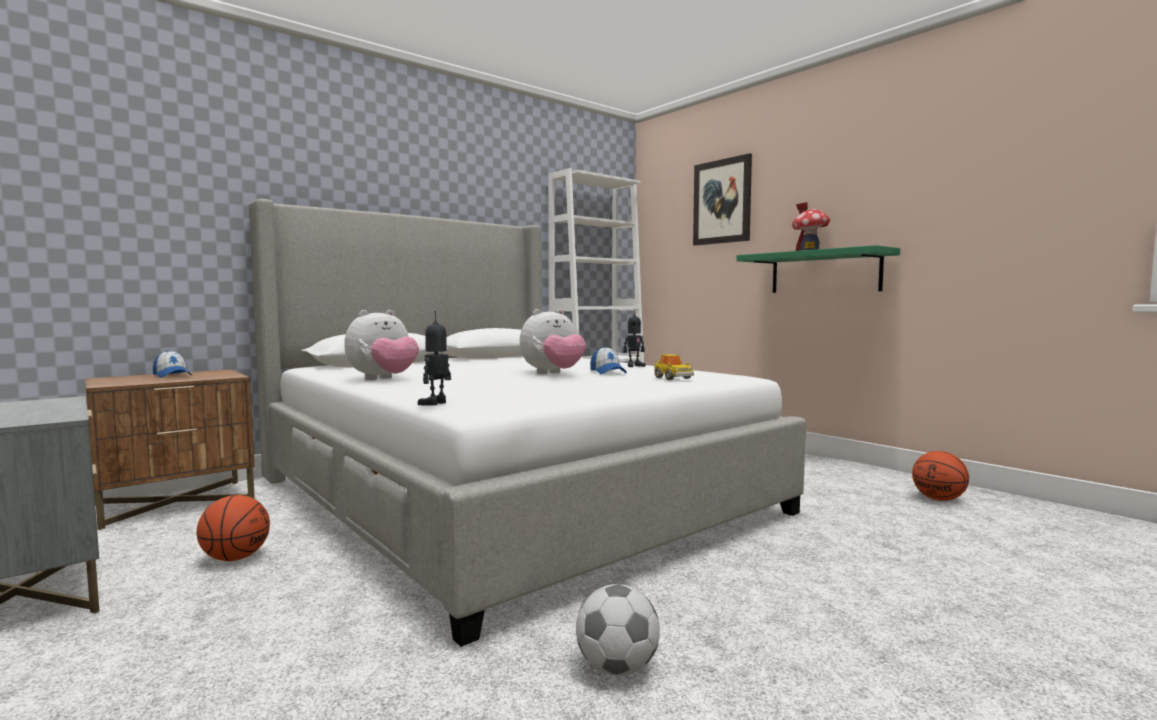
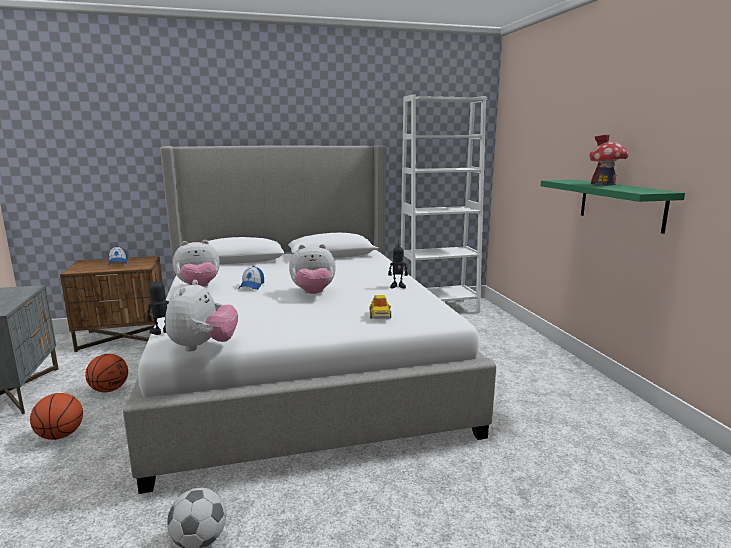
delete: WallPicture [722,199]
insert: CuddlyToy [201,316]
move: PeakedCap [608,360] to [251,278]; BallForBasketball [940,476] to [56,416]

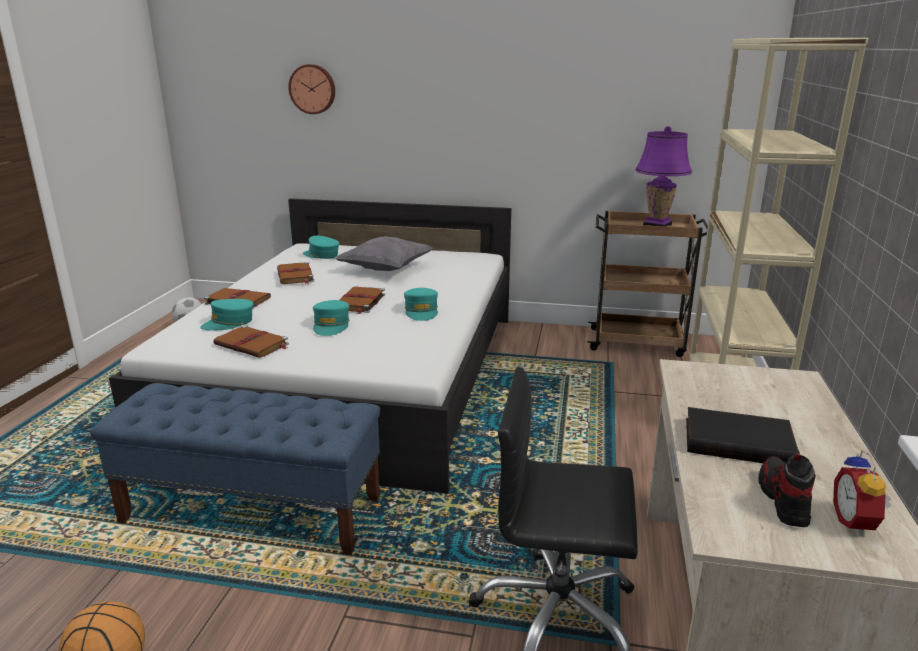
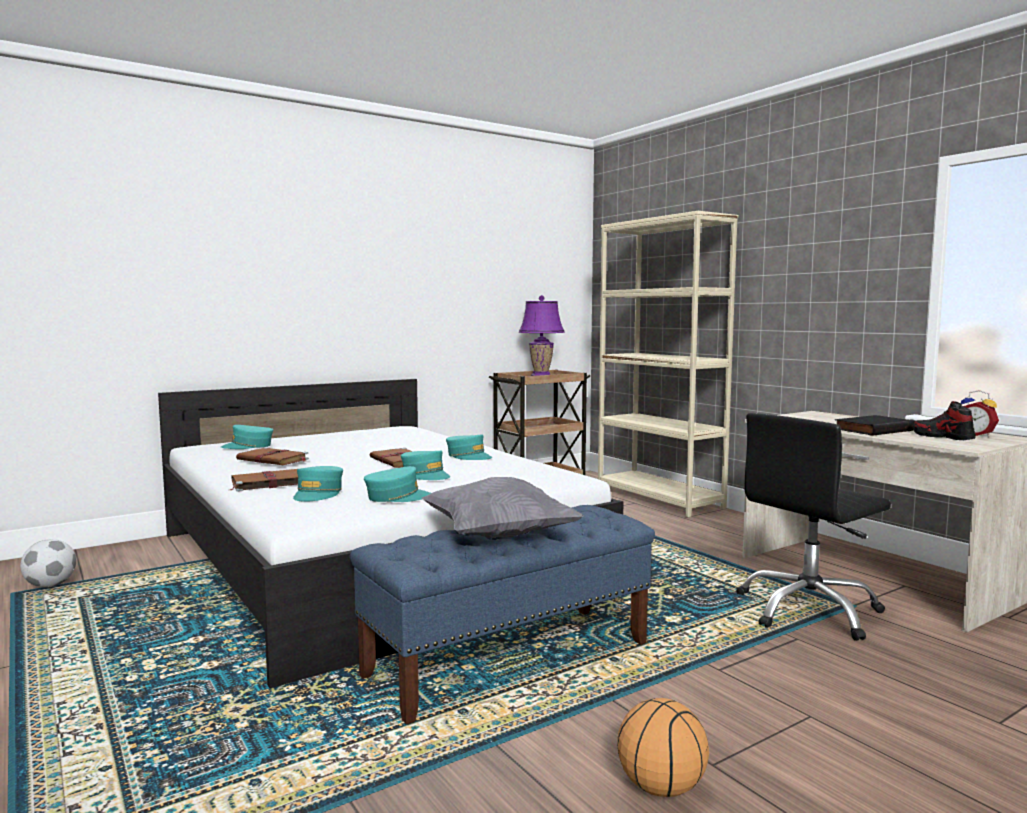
delete: ClockOnTheWall [311,89]
move: GreyishPillow [384,253] to [502,507]
replace: BrownColouredVolume [251,341] to TurquoisePeakedCap [397,484]

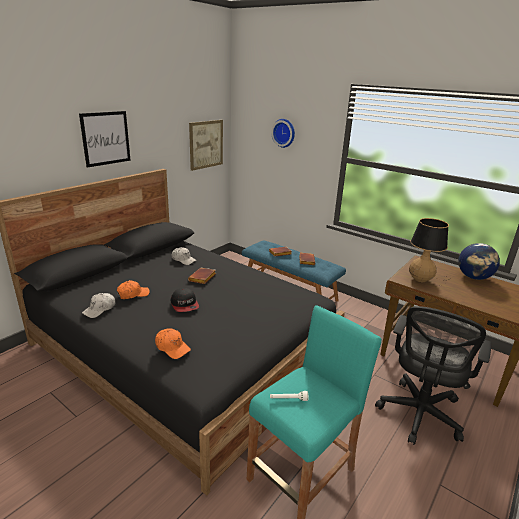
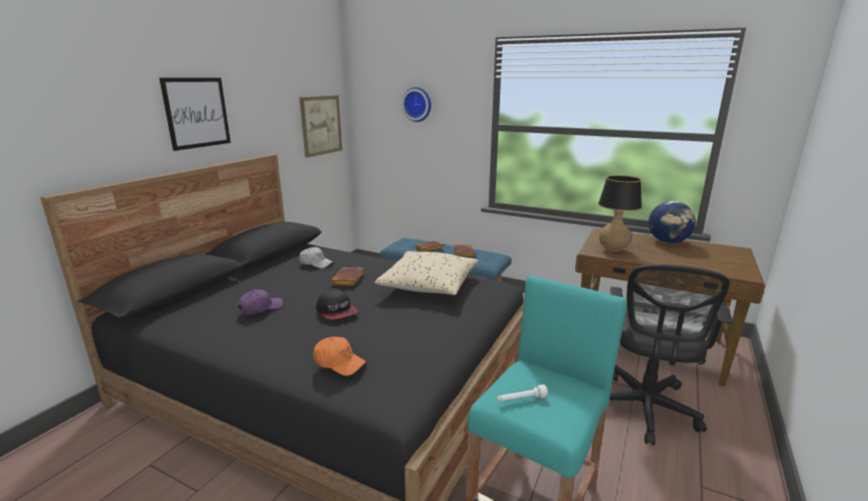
delete: WhiteColouredPeakedCap [98,305]
insert: BeigePillow [426,273]
recolor: OrangeyPeakedCap [133,289] to PurpleColouredPeakedCap [260,302]

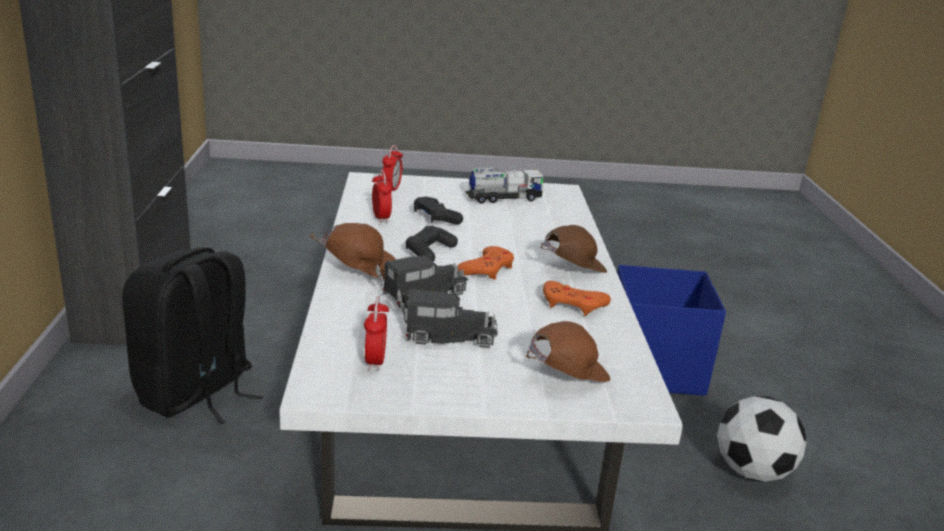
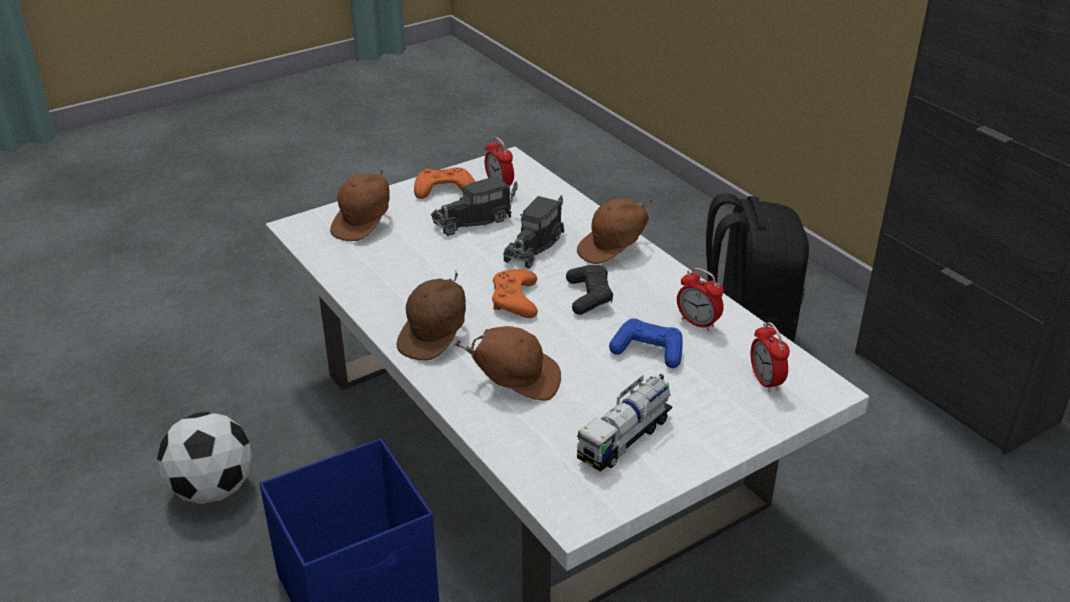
insert: BrownColouredPeakedCap [507,363]
move: OrangeyJoypad [577,298] to [444,183]
recolor: BlackJoypad [438,211] to BluishJoypad [645,343]

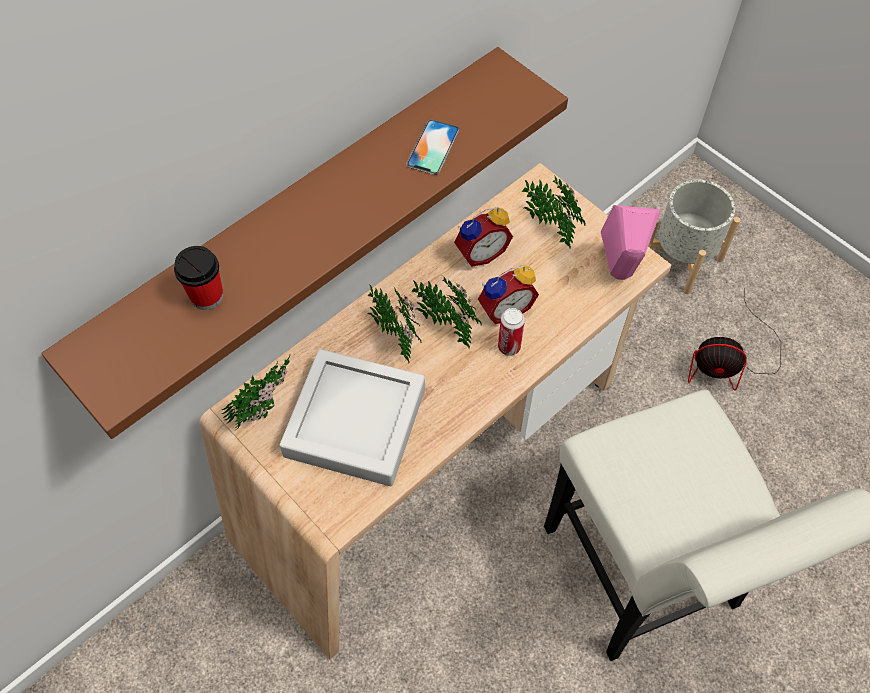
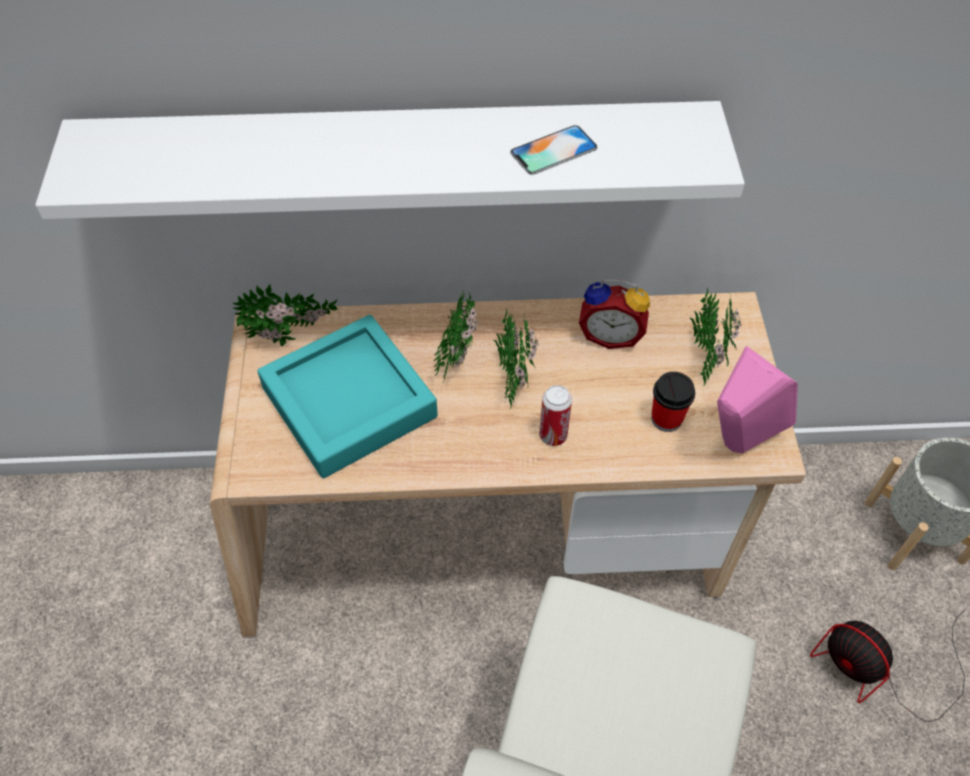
delete: AlarmClock [508,294]
move: DrinkingCup [198,278] to [673,402]
recolor: BrownColouredBracketShelf [304,243] to WhiteColouredBracketShelf [390,160]; GreyishTray [352,417] to TurquoiseTray [347,396]

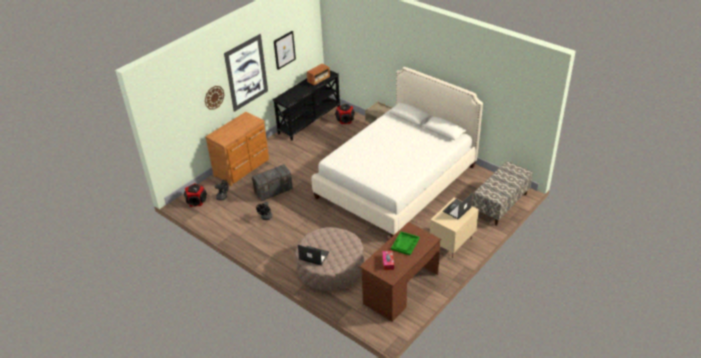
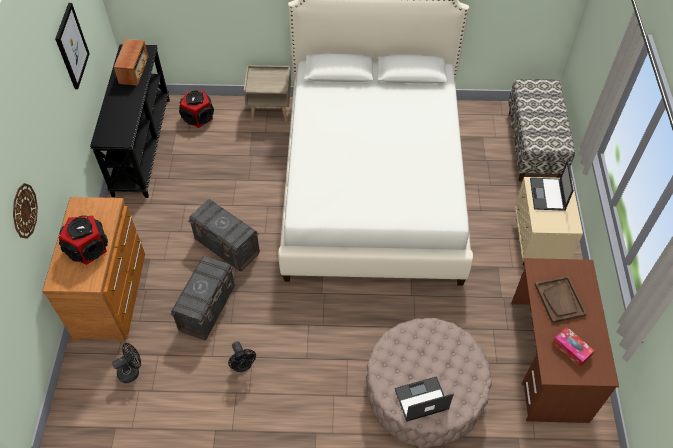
delete: WallPicture [246,73]
insert: GreyishStorageBin [224,235]
move: AudioSpeaker [195,195] to [83,240]
recolor: GreenishTray [405,243] to BrownColouredTray [561,299]

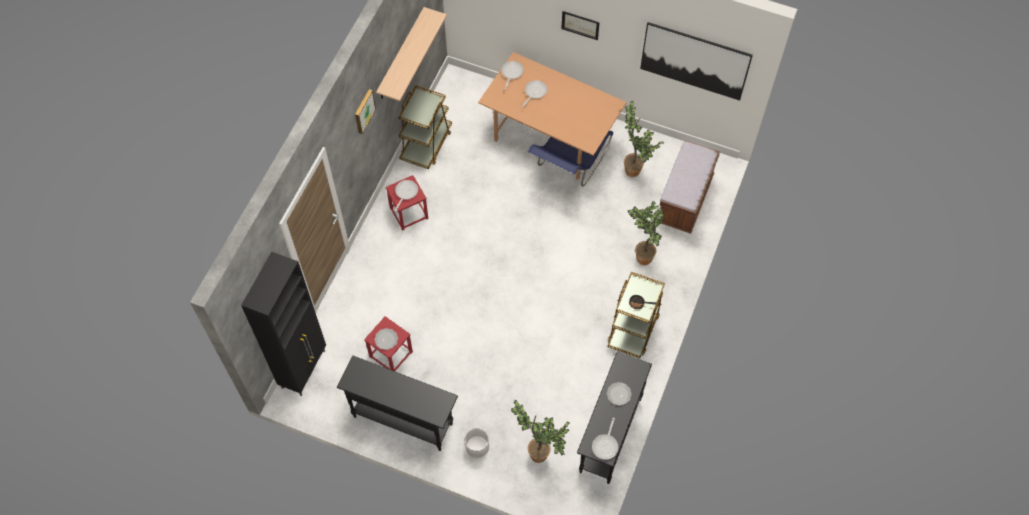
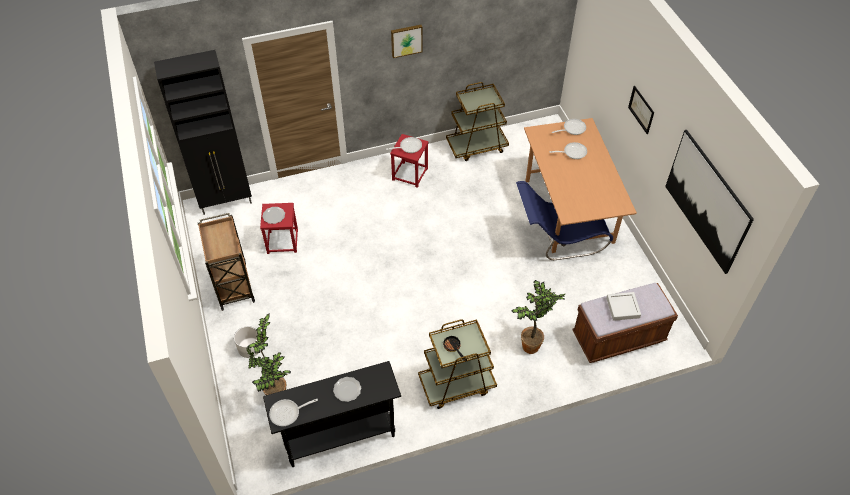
delete: BracketShelf [411,54]; Houseplant [644,139]
insert: GreyishTray [623,306]
replace: BlackHallTable [397,403] to BrownColouredTrolley [226,262]

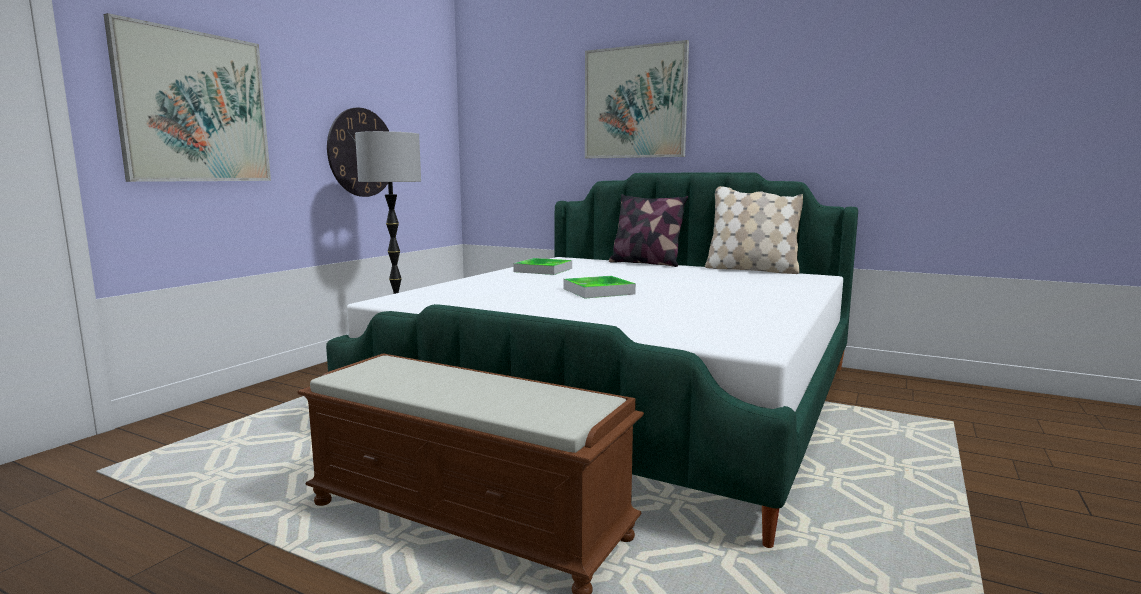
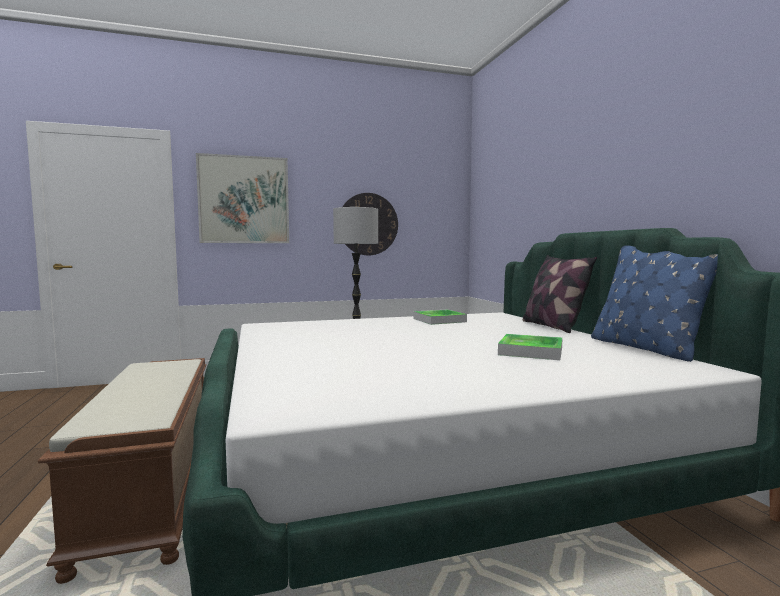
delete: WallPicture [637,99]
move: Tray [600,287] to [530,347]
recolor: BeigePillow [754,230] to BluishPillow [654,303]

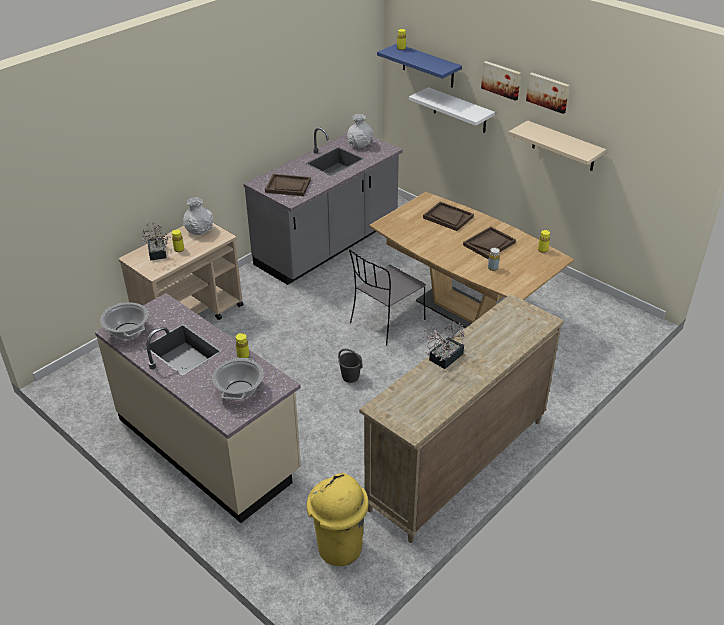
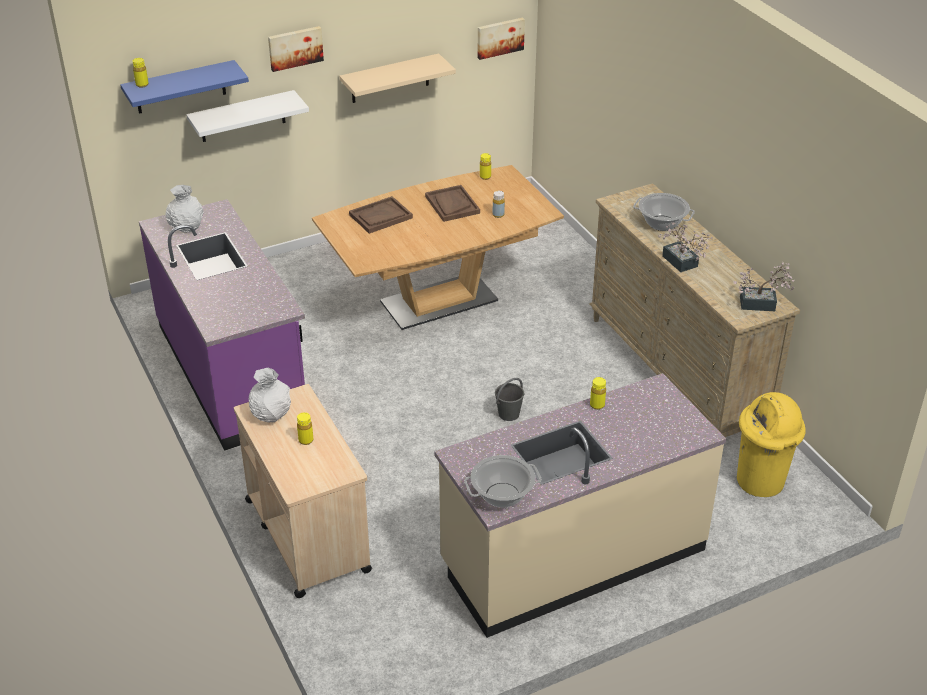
delete: BrownColouredTray [288,185]; GreyishPlainChair [387,297]
move: WallPicture [548,93] to [501,39]; Houseplant [156,241] to [763,286]; Saucepot [238,379] to [664,212]
recolor: GreyishCounter [323,206] to PurpleColouredCounter [222,325]

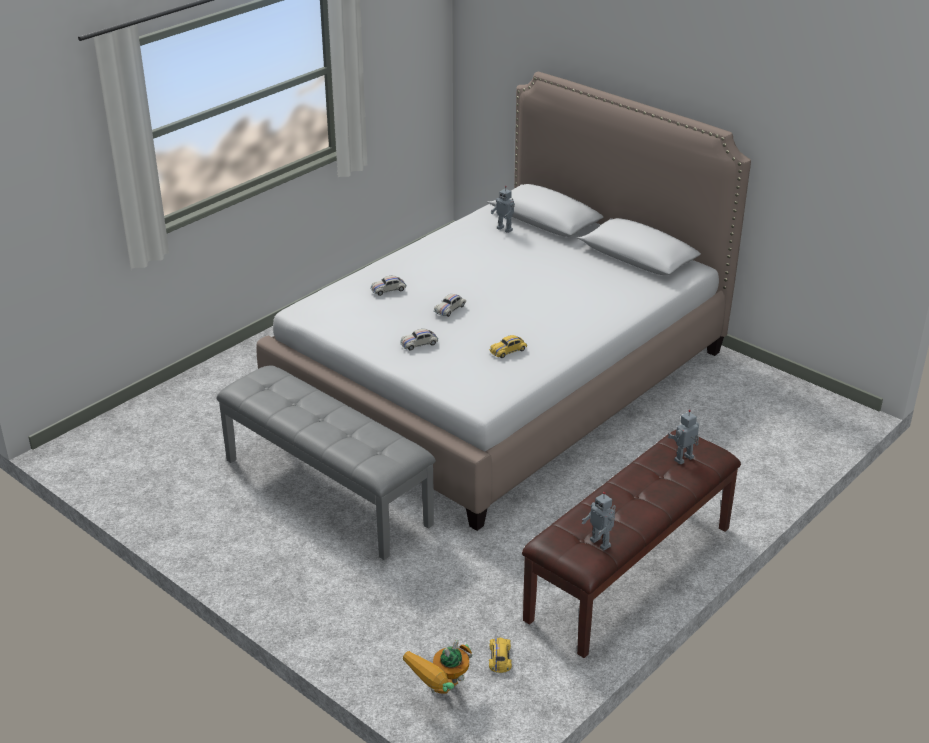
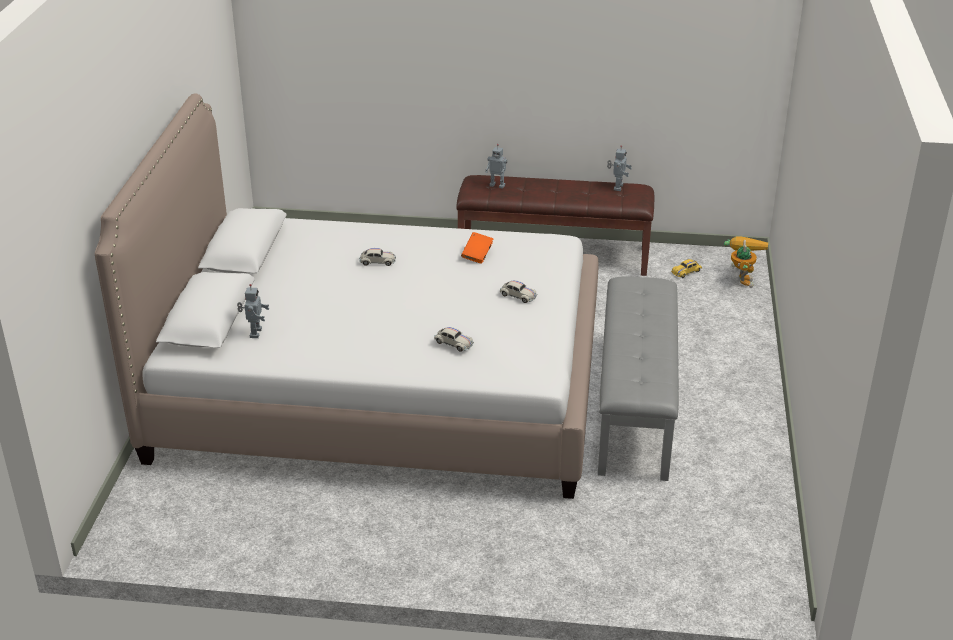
move: WhiteColouredToyCar [450,305] to [377,257]
replace: YellowToyCar [508,346] to OrangeyVolume [477,248]
rotate: ModelRobot [437,667] = [746,262] 90 degrees counterclockwise

